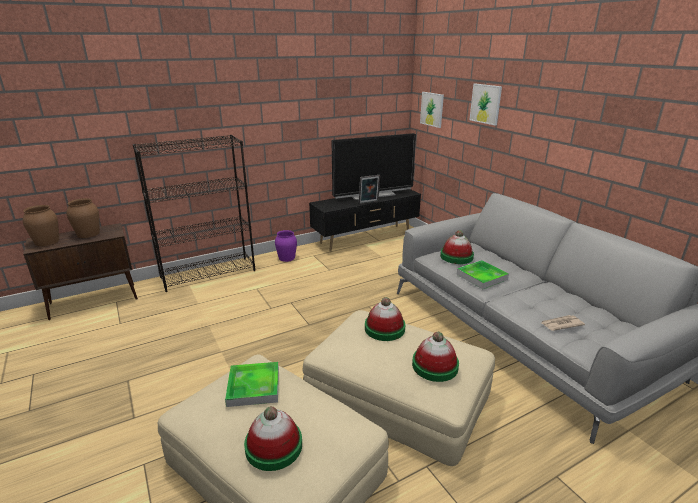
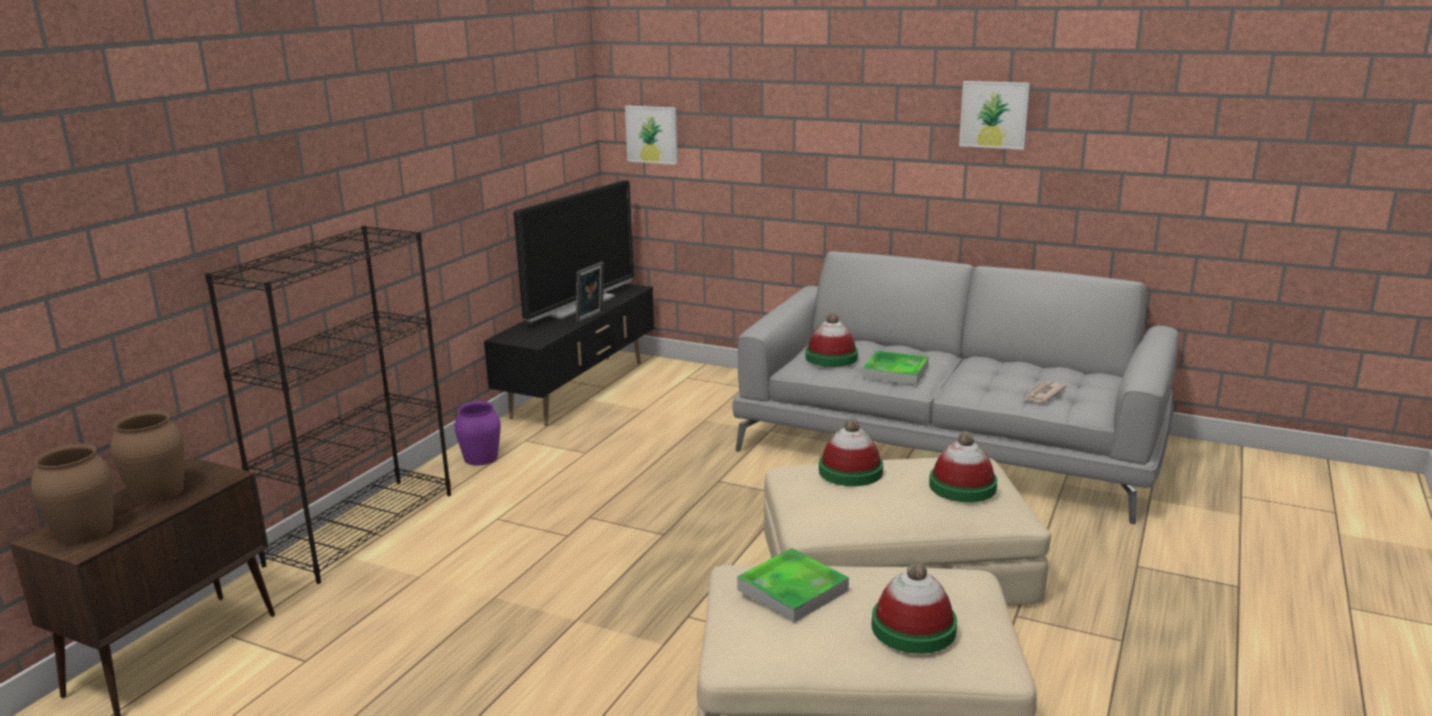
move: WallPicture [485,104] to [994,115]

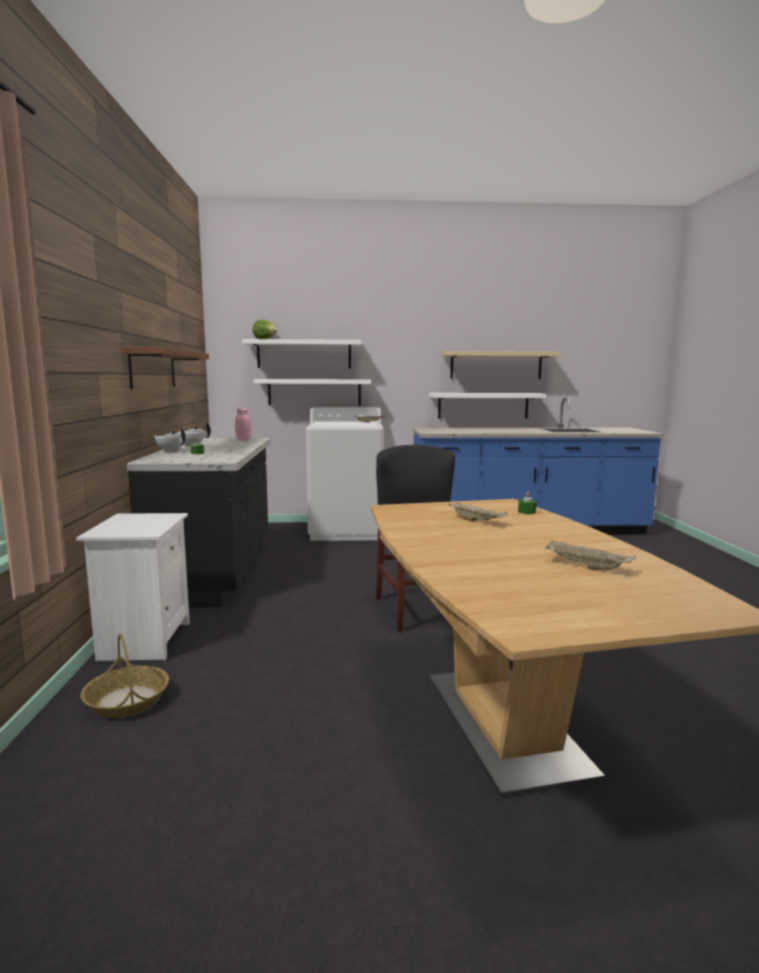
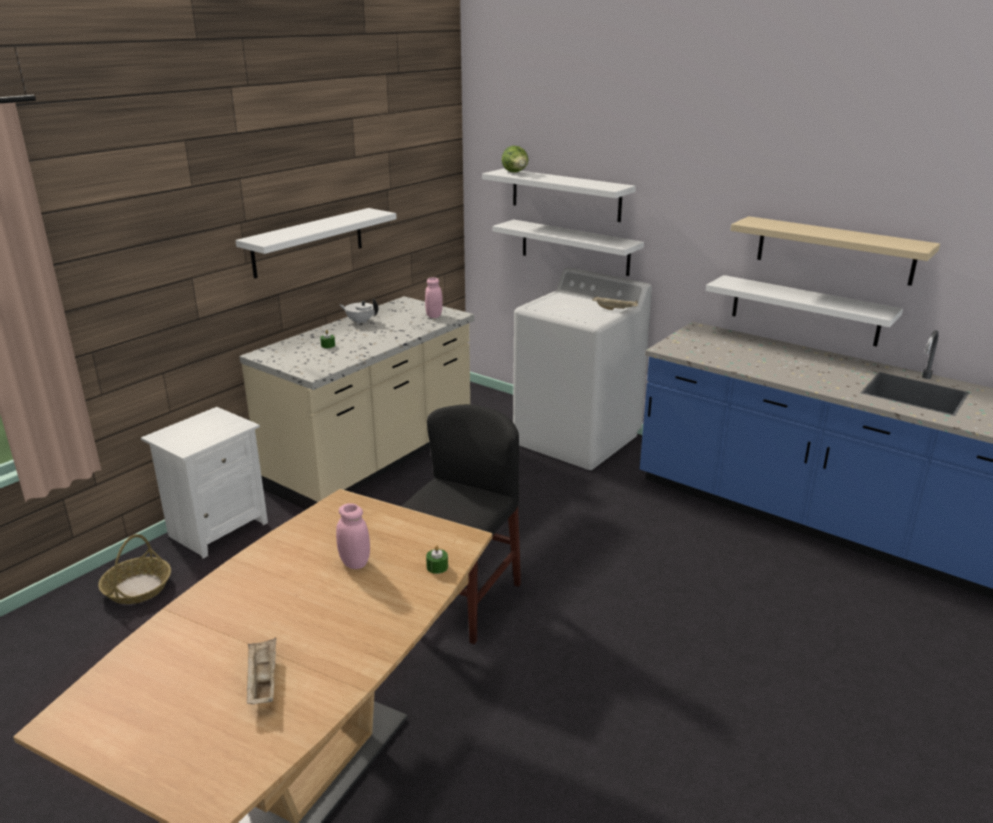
delete: WhiteColouredTeaPot [170,439]
replace: BeigeTray [477,511] to PinkColouredPreserveJar [353,536]
recolor: BrownColouredBracketShelf [165,368] to WhiteColouredBracketShelf [316,243]; BlackCounter [199,523] to BeigeCounter [356,403]

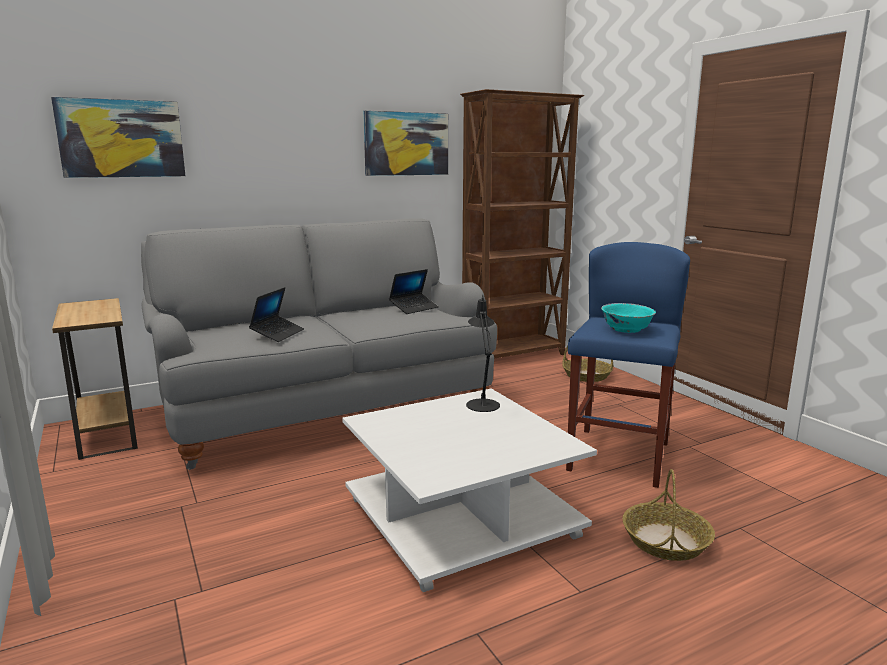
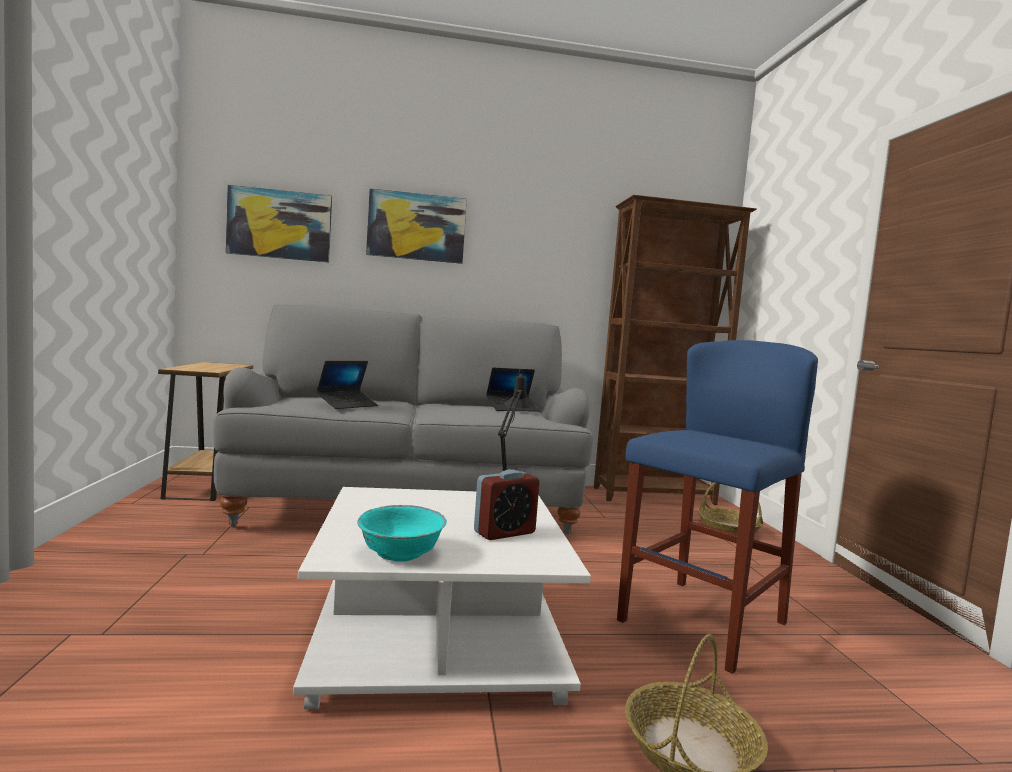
insert: AlarmClock [507,504]
move: WallPicture [405,143] to [416,226]; TurquoiseDeepDish [628,318] to [402,533]

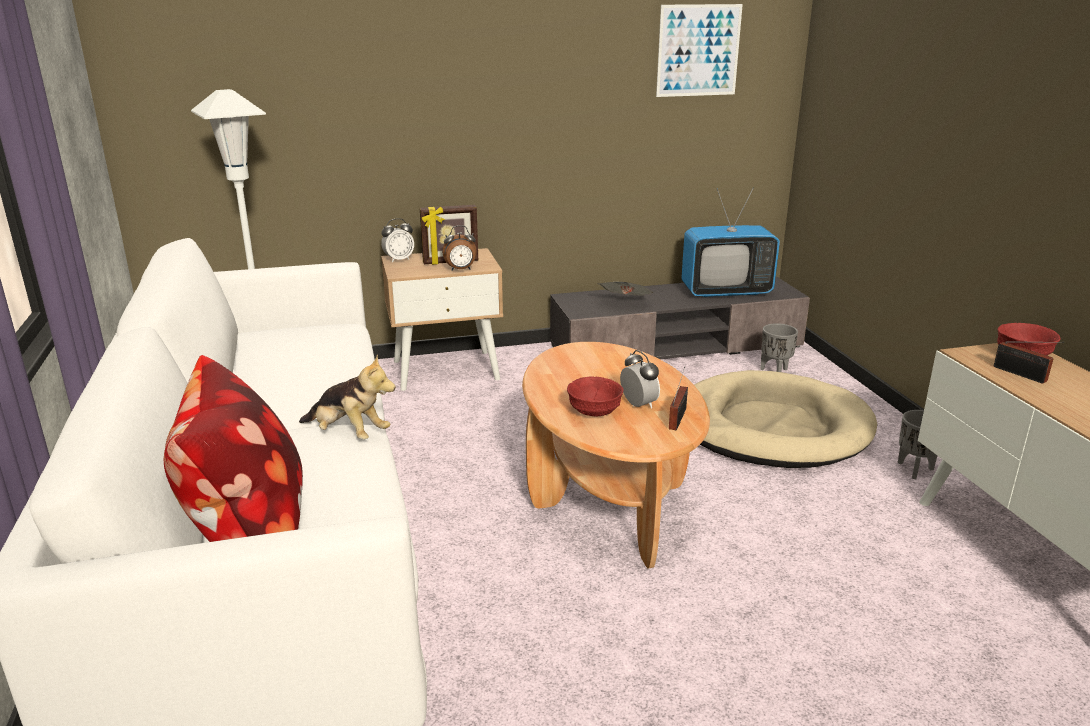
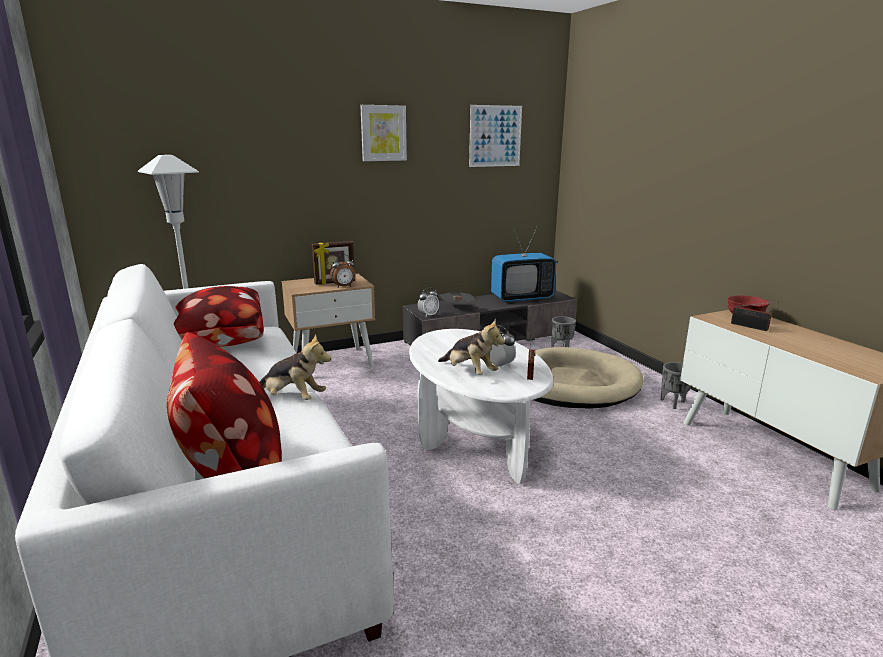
insert: WallPicture [383,133]; Pillow [219,316]
move: AlarmClock [397,240] to [428,302]
replace: ReddishDeepDish [595,397] to CuddlyToy [471,346]
recolor: BrownColouredLoungeTable [616,455] to WhiteColouredLoungeTable [481,406]

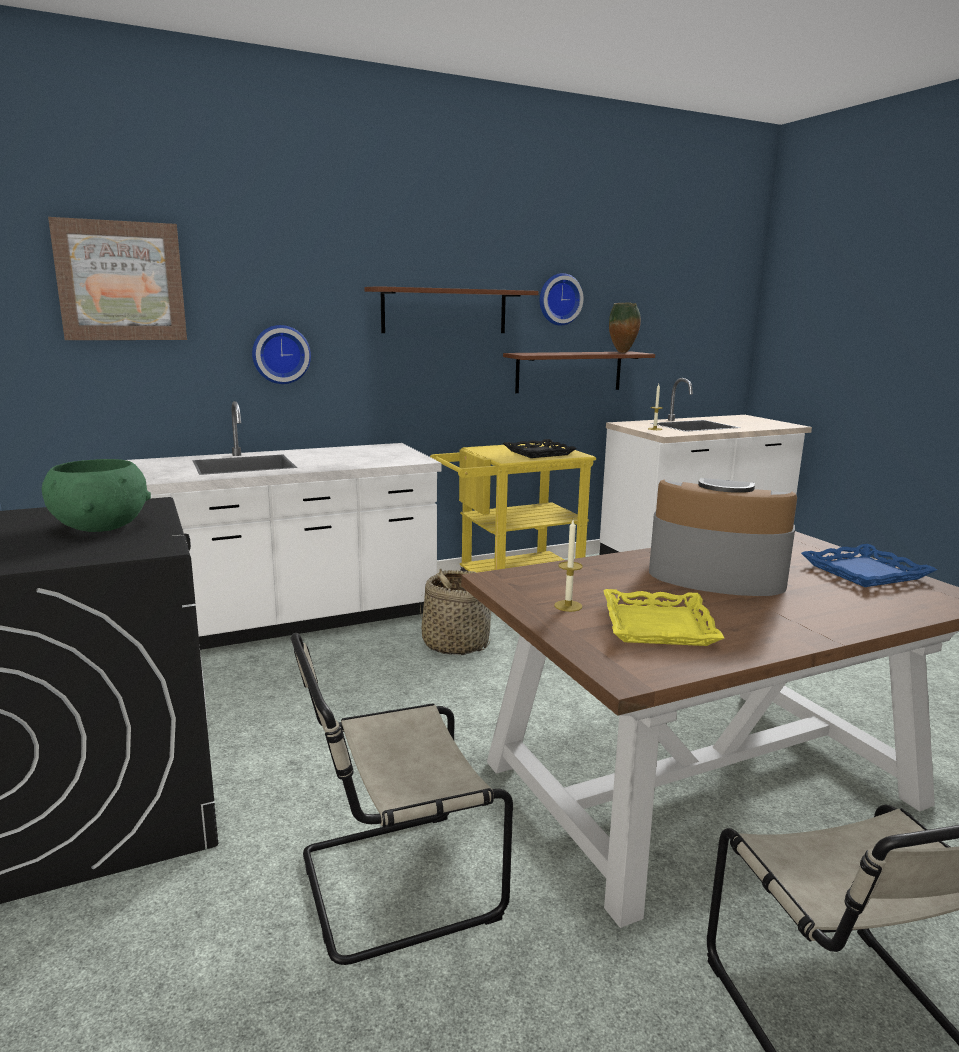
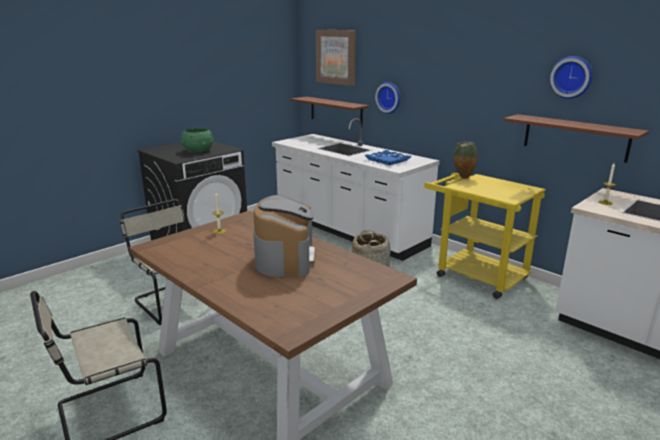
delete: BlackTray [540,448]; YellowTray [663,617]
move: BrownColouredBracketShelf [451,309] to [330,110]; Vase [625,327] to [465,160]; BluishTray [869,565] to [388,157]

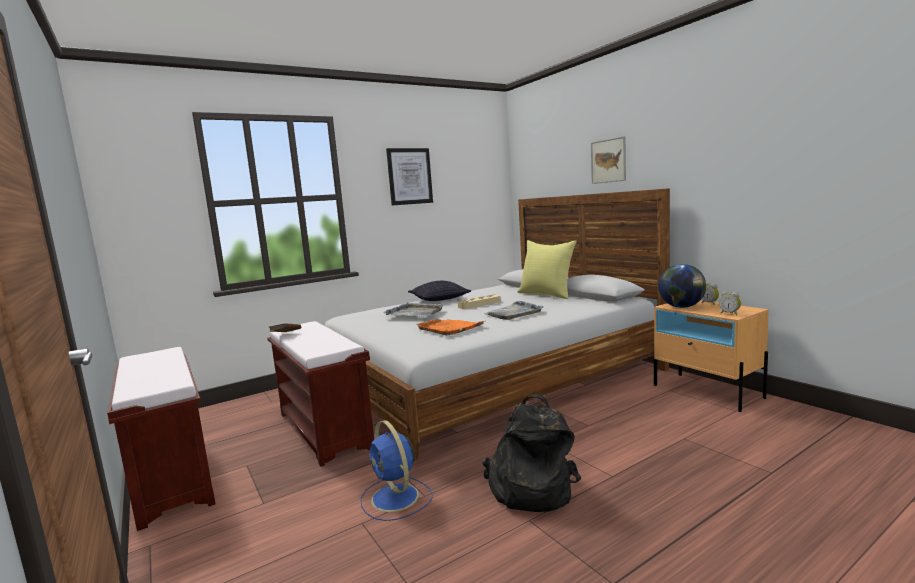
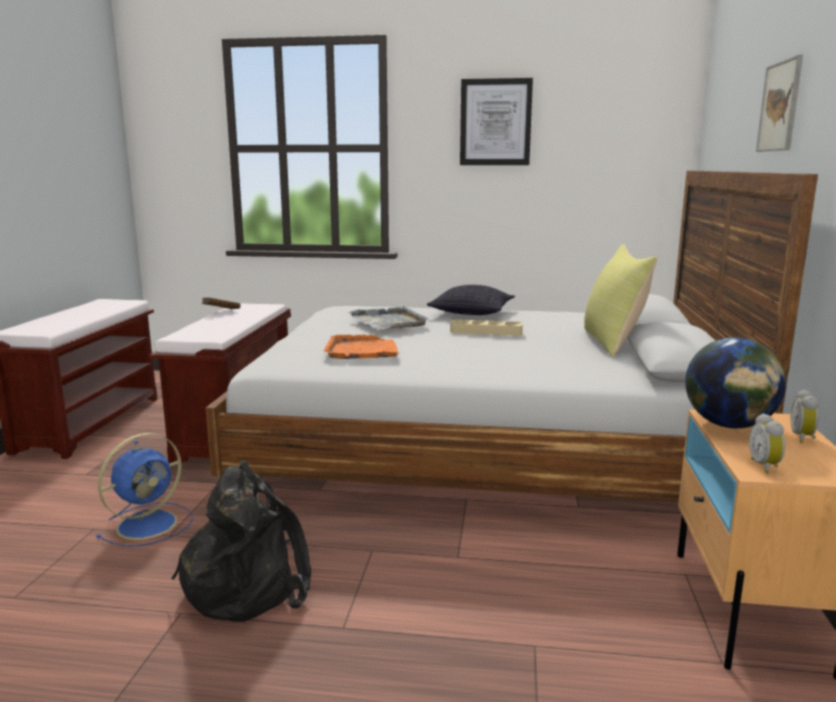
delete: GreyishTray [513,310]
rotate: BluishCoolingFan [397,470] = [144,490] 150 degrees counterclockwise

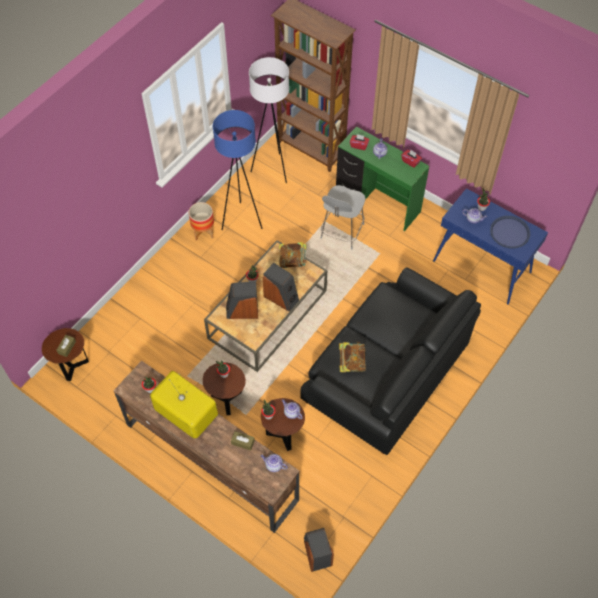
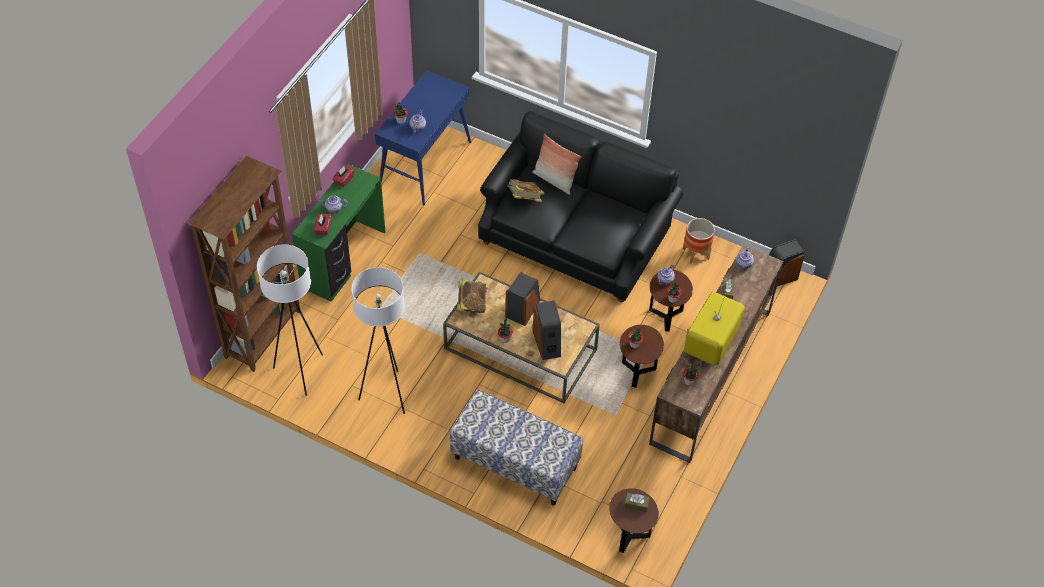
delete: GreyishSittingStool [343,217]; BluishTray [510,232]
insert: Pillow [556,164]; LongSeat [516,448]
move: PlantPot [201,221] to [699,241]; Volume [352,357] to [526,190]
recolor: BluishFloorLamp [238,170] to WhiteColouredFloorLamp [378,340]

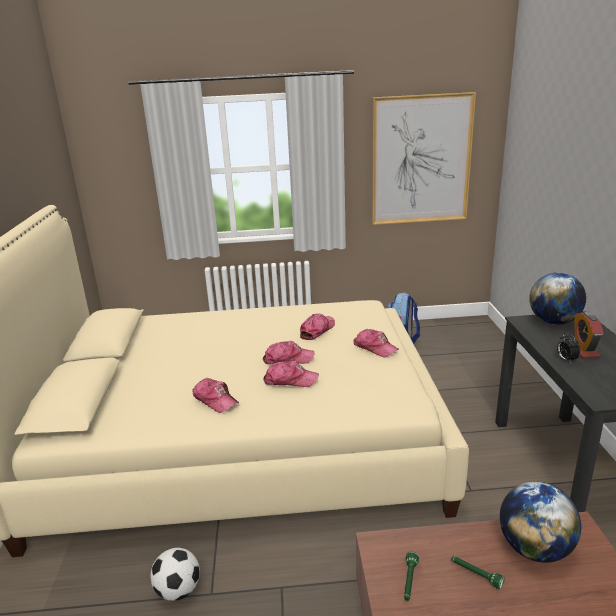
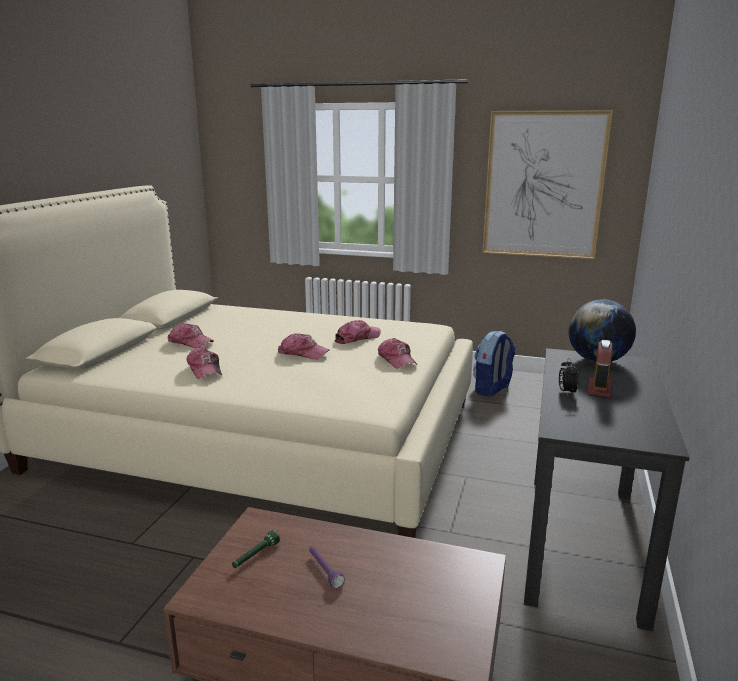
delete: Globe [540,522]; FootballBall [175,574]
move: PeakedCap [291,374] to [191,335]
recolor: GreenishTorch [478,573] to PurpleColouredTorch [327,567]

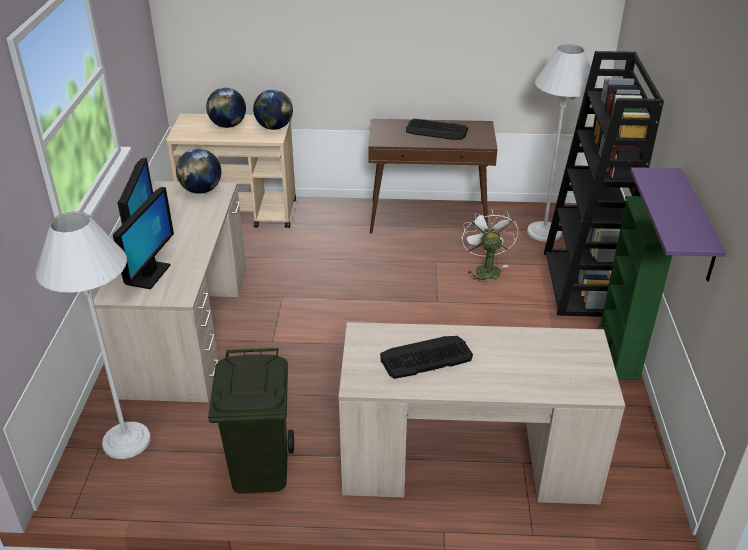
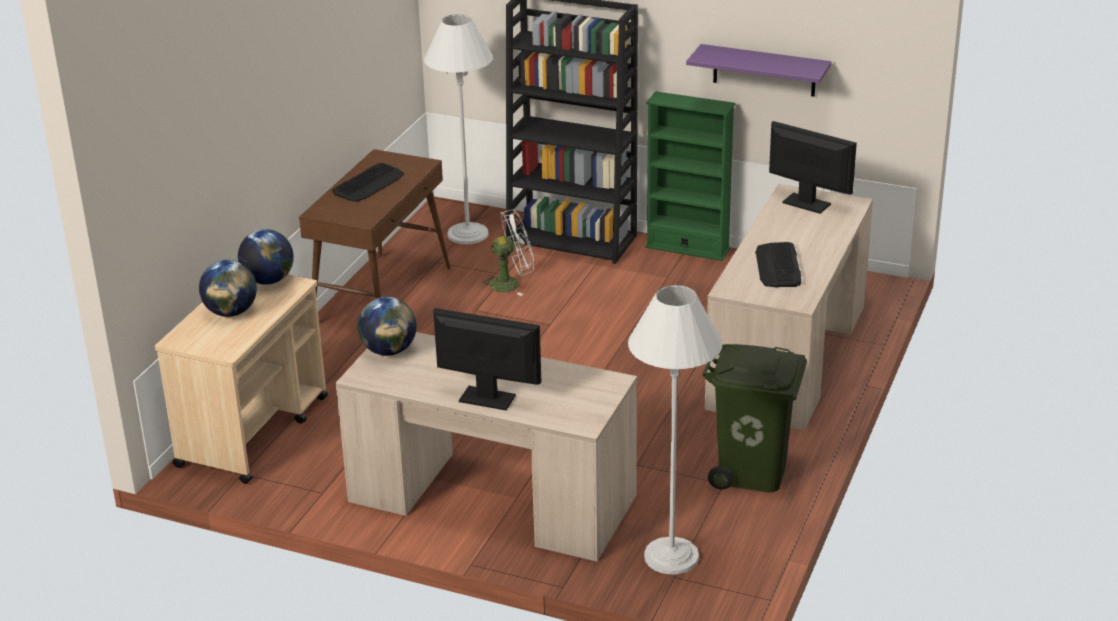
move: ComputerDisplay [143,238] to [813,167]
rotate: WhiteColouredCoolingFan [490,246] = [507,253] 150 degrees clockwise

